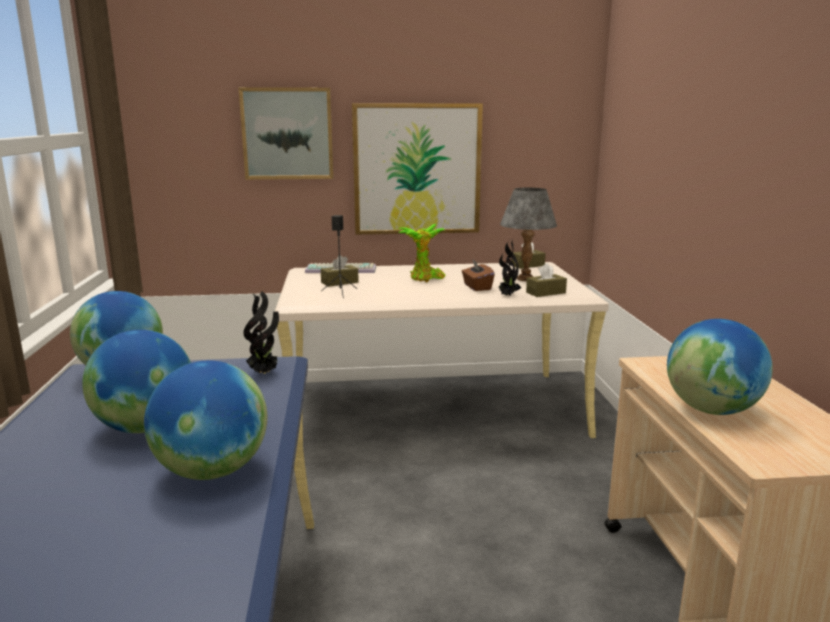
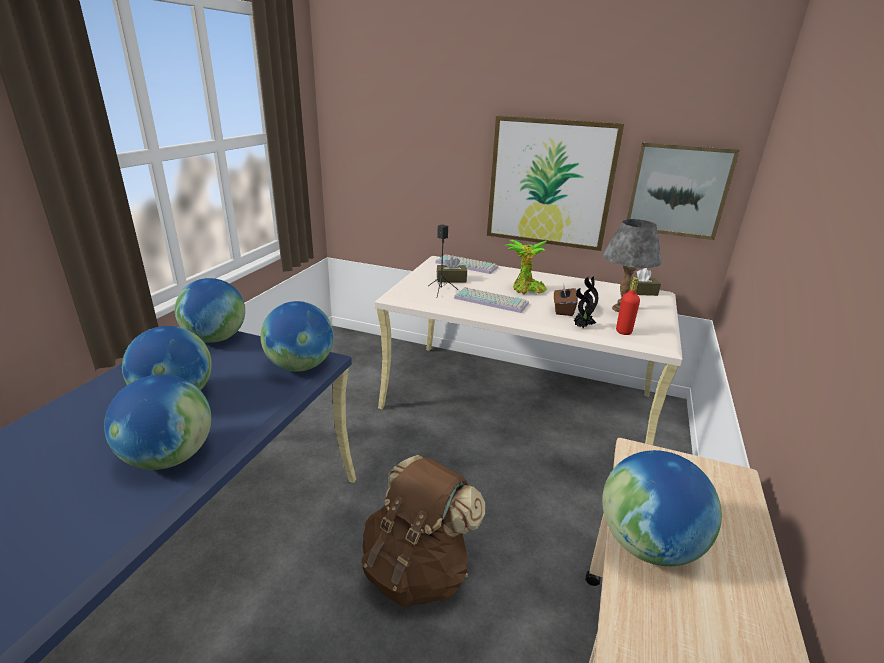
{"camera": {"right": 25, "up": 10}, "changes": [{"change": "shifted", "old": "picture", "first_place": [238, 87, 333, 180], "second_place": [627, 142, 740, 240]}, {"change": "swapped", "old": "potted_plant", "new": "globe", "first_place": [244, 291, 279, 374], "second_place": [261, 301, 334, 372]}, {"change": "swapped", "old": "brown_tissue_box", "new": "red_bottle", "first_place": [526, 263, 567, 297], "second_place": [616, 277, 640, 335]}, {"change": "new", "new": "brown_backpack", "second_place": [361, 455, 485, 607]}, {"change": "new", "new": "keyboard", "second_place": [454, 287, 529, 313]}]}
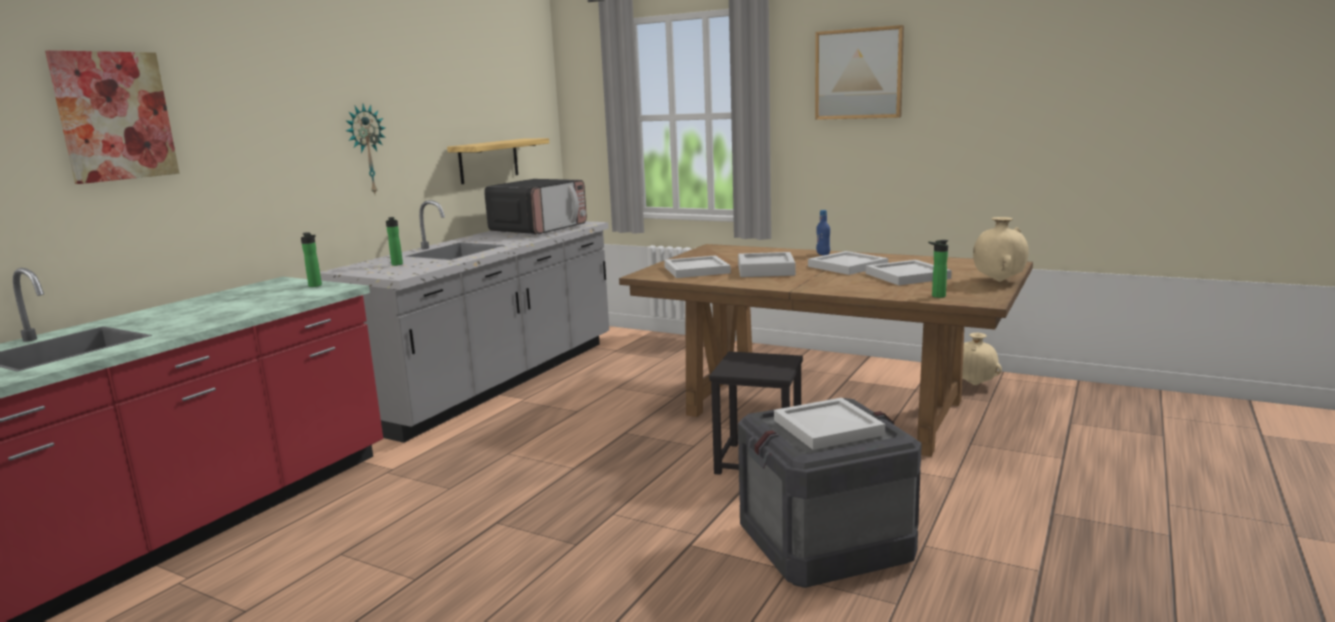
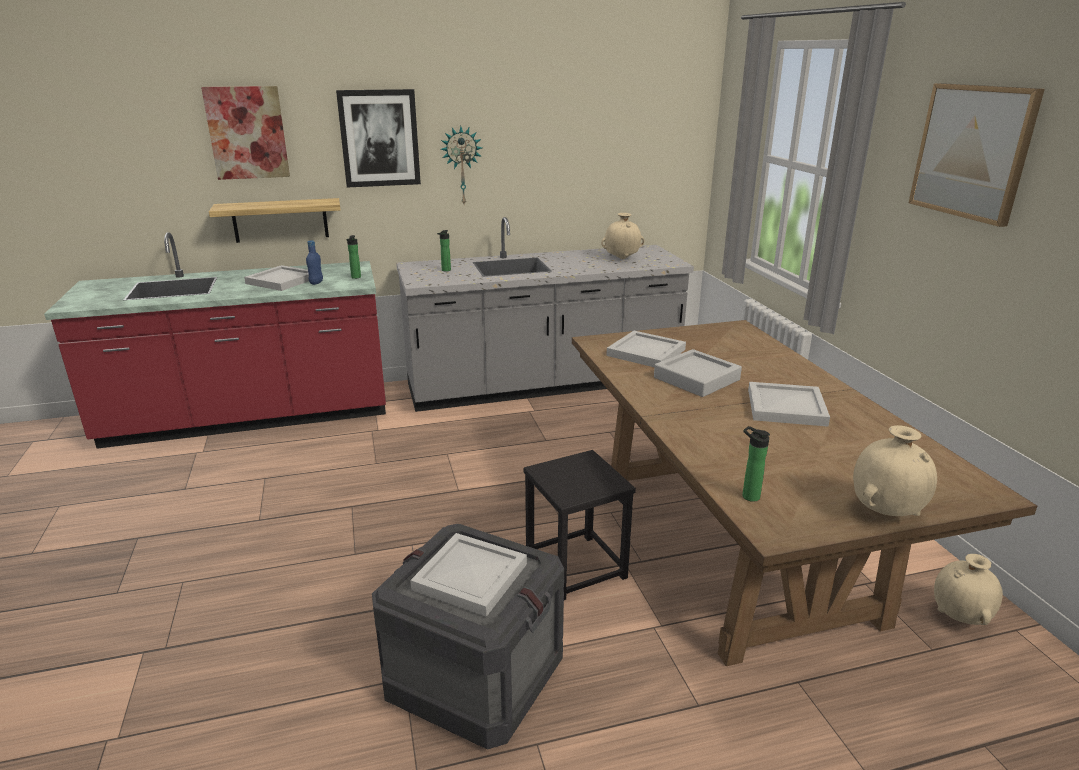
{"camera": {"right": 45, "up": 10}, "changes": [{"change": "shifted", "old": "shelf", "first_place": [447, 138, 549, 184], "second_place": [209, 198, 340, 243]}, {"change": "swapped", "old": "microwave", "new": "beige_vase", "first_place": [484, 179, 587, 235], "second_place": [601, 213, 644, 259]}, {"change": "shifted", "old": "blue_bottle", "first_place": [816, 210, 830, 255], "second_place": [306, 240, 323, 285]}, {"change": "shifted", "old": "white_tray", "first_place": [866, 260, 952, 285], "second_place": [244, 265, 309, 291]}, {"change": "new", "new": "picture", "second_place": [336, 89, 421, 188]}]}
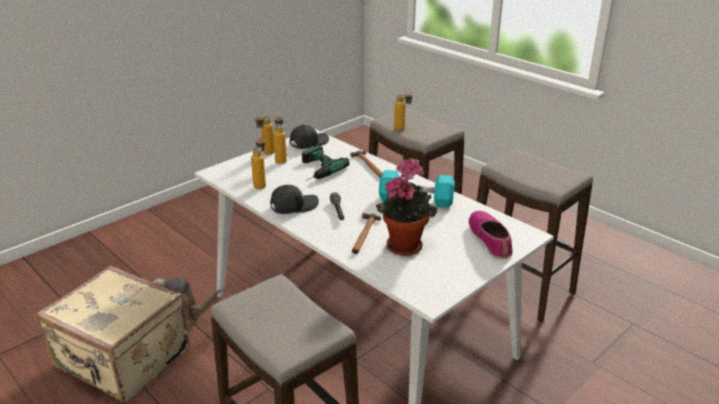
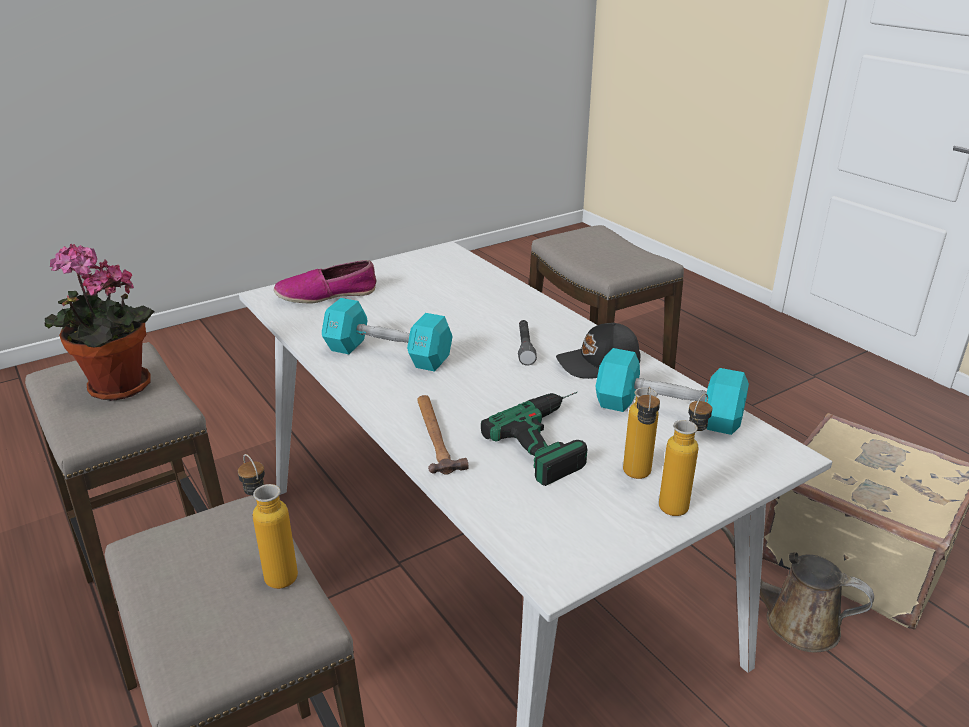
{"camera": {"right": -170, "up": 0}, "changes": [{"change": "swapped", "old": "bottle", "new": "turquoise_dumbbell", "first_place": [251, 135, 266, 189], "second_place": [595, 348, 749, 435]}, {"change": "gone", "old": "black_cap", "first_place": [290, 125, 329, 149]}, {"change": "gone", "old": "hammer", "first_place": [352, 213, 381, 254]}, {"change": "shifted", "old": "potted_plant", "first_place": [376, 158, 437, 256], "second_place": [45, 244, 155, 401]}, {"change": "rotated", "old": "shoe", "first_place": [469, 211, 513, 259], "second_place": [274, 260, 376, 304], "degrees": 75}]}
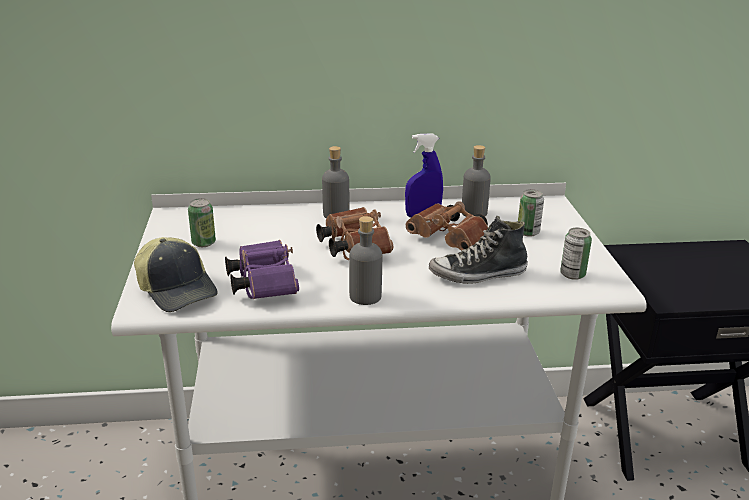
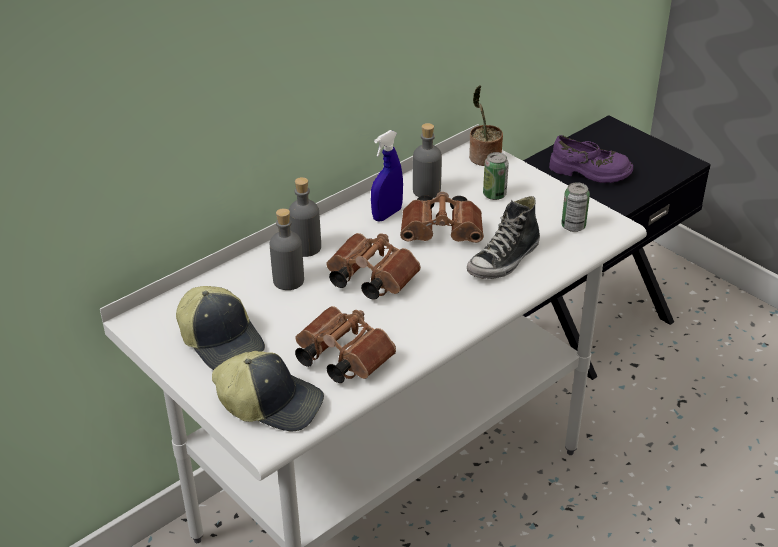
{"camera": {"right": -35, "up": 10}, "changes": [{"change": "swapped", "old": "can", "new": "cap", "first_place": [188, 198, 216, 247], "second_place": [176, 286, 265, 370]}, {"change": "repainted", "old": "purple_binoculars", "new": "brown_binoculars", "first_place": [225, 240, 299, 299], "second_place": [295, 306, 396, 383]}, {"change": "shifted", "old": "grey_bottle", "first_place": [349, 216, 382, 305], "second_place": [269, 208, 304, 290]}, {"change": "new", "new": "potted_plant", "second_place": [469, 85, 503, 166]}, {"change": "new", "new": "purple_shoe", "second_place": [549, 135, 633, 183]}]}
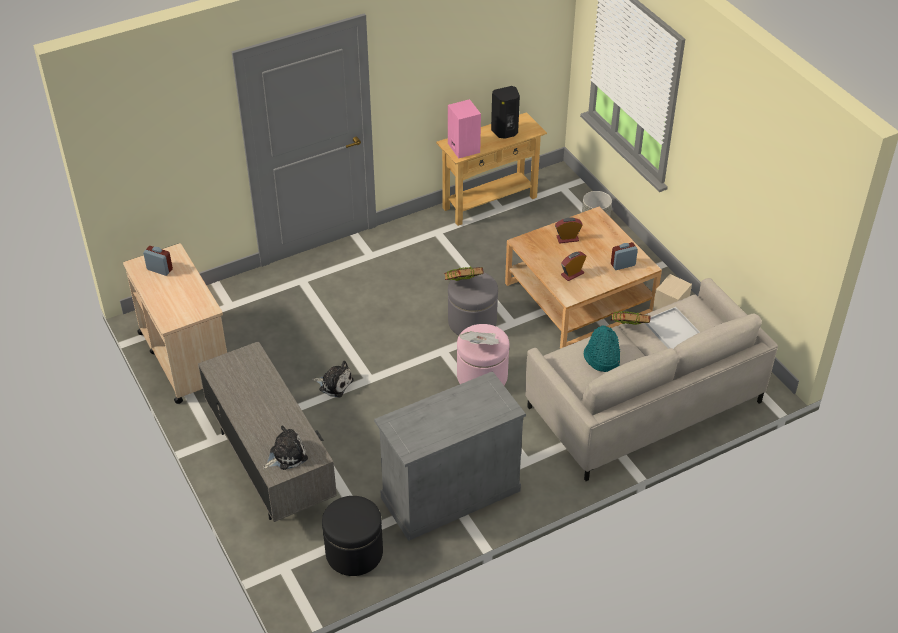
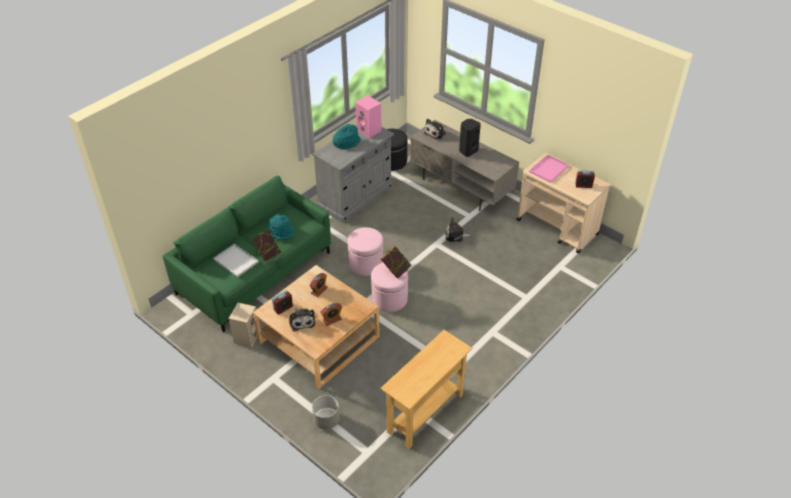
{"camera": {"right": 160, "up": 0}, "changes": [{"change": "shifted", "old": "pink_speaker", "first_place": [448, 99, 481, 158], "second_place": [355, 96, 382, 138]}, {"change": "repainted", "old": "grey_ottoman", "new": "pink_ottoman", "first_place": [448, 273, 498, 335], "second_place": [371, 263, 408, 312]}, {"change": "gone", "old": "newspaper", "first_place": [459, 331, 500, 345]}, {"change": "shifted", "old": "black_speaker", "first_place": [491, 86, 520, 139], "second_place": [459, 119, 481, 157]}, {"change": "repainted", "old": "beige_sofa", "new": "green_sofa", "first_place": [525, 278, 778, 481], "second_place": [162, 176, 331, 332]}, {"change": "new", "new": "plush_toy", "second_place": [289, 308, 315, 332]}, {"change": "new", "new": "turquoise_hat", "second_place": [333, 124, 361, 149]}, {"change": "new", "new": "pink_tray", "second_place": [529, 155, 569, 183]}]}
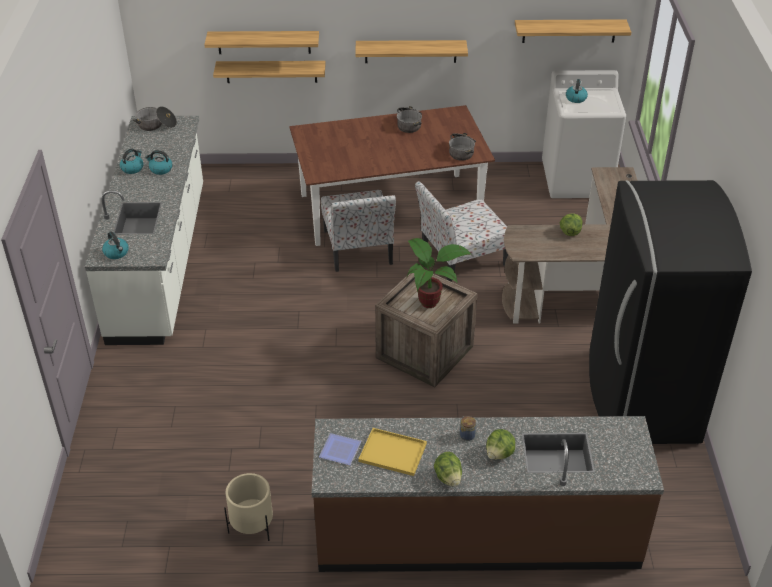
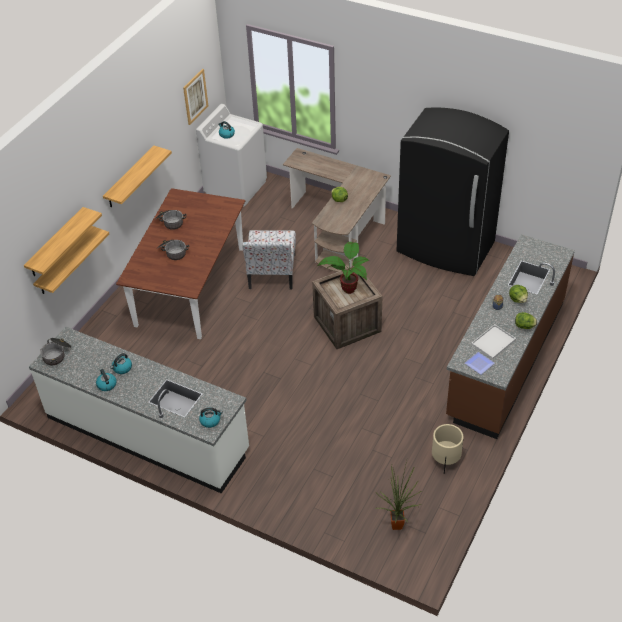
{"camera": {"right": -60, "up": 5}, "changes": [{"change": "gone", "old": "chair", "first_place": [321, 190, 396, 272]}, {"change": "repainted", "old": "yellow_tray", "new": "white_tray", "first_place": [358, 428, 427, 476], "second_place": [471, 324, 516, 359]}, {"change": "shifted", "old": "cooking_pot", "first_place": [449, 133, 476, 161], "second_place": [158, 240, 190, 260]}, {"change": "swapped", "old": "shelf", "new": "picture", "first_place": [515, 19, 631, 43], "second_place": [183, 69, 208, 125]}, {"change": "new", "new": "potted_plant", "second_place": [375, 461, 421, 530]}]}
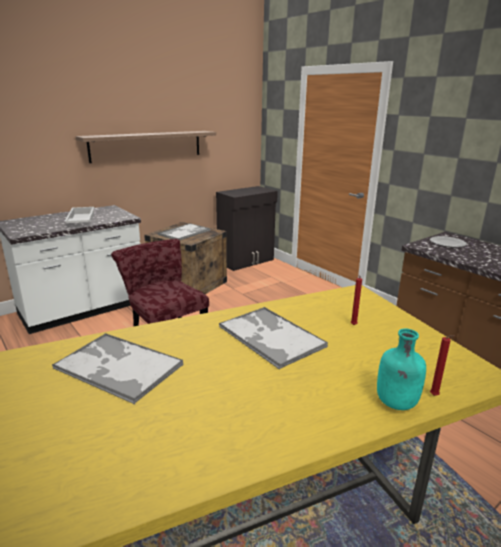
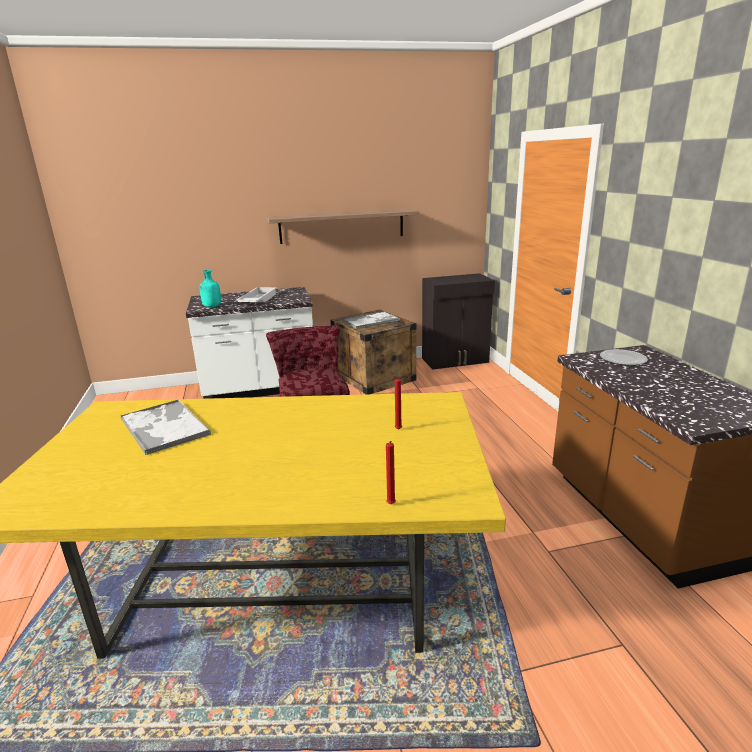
{"camera": {"right": 25, "up": 0}, "changes": [{"change": "gone", "old": "tray", "first_place": [219, 307, 328, 370]}, {"change": "shifted", "old": "turquoise_bottle", "first_place": [377, 329, 426, 410], "second_place": [199, 270, 221, 308]}]}
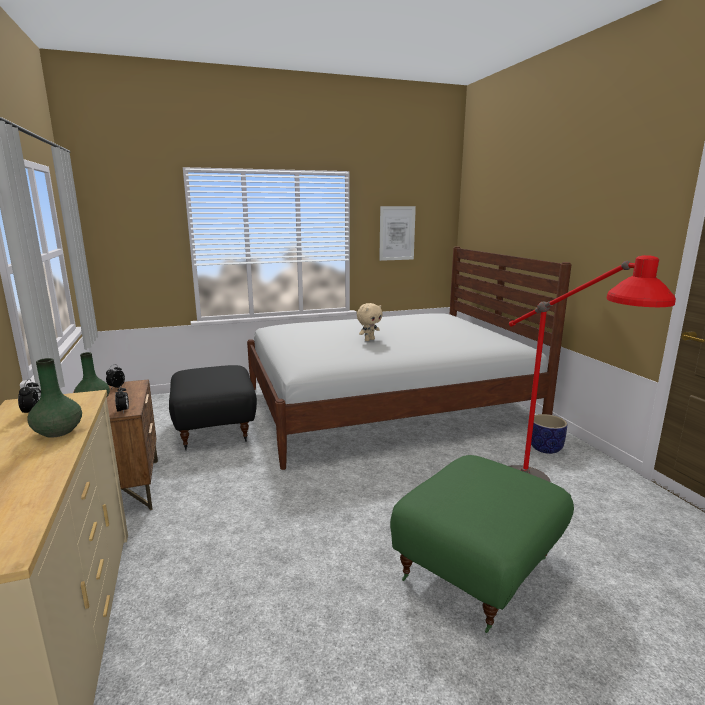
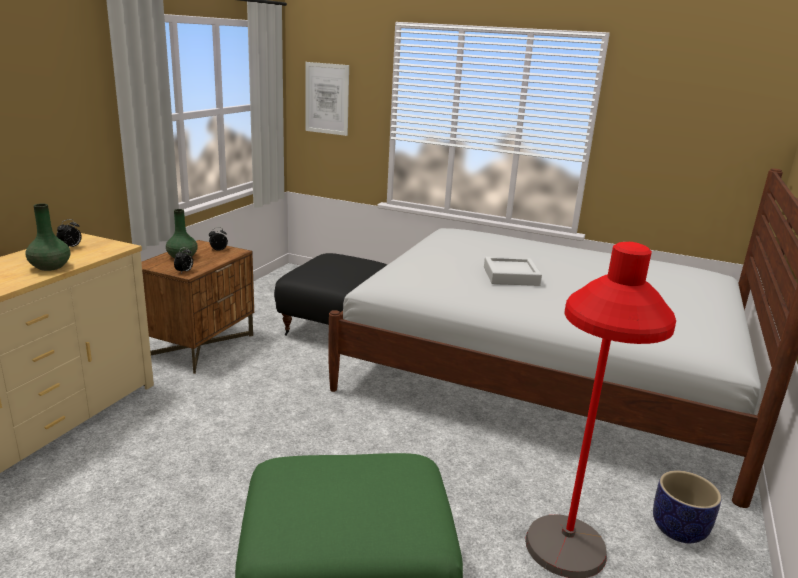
{"camera": {"right": 40, "up": 5}, "changes": [{"change": "swapped", "old": "beige_plush_toy", "new": "grey_tray", "first_place": [357, 303, 383, 341], "second_place": [484, 257, 542, 286]}, {"change": "shifted", "old": "picture", "first_place": [379, 206, 416, 261], "second_place": [305, 62, 349, 136]}]}
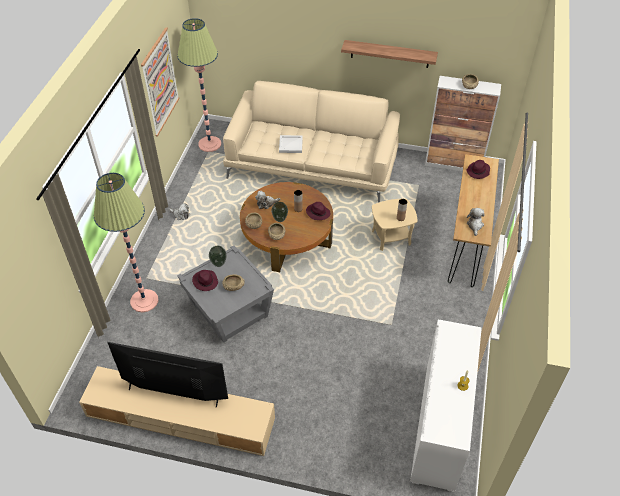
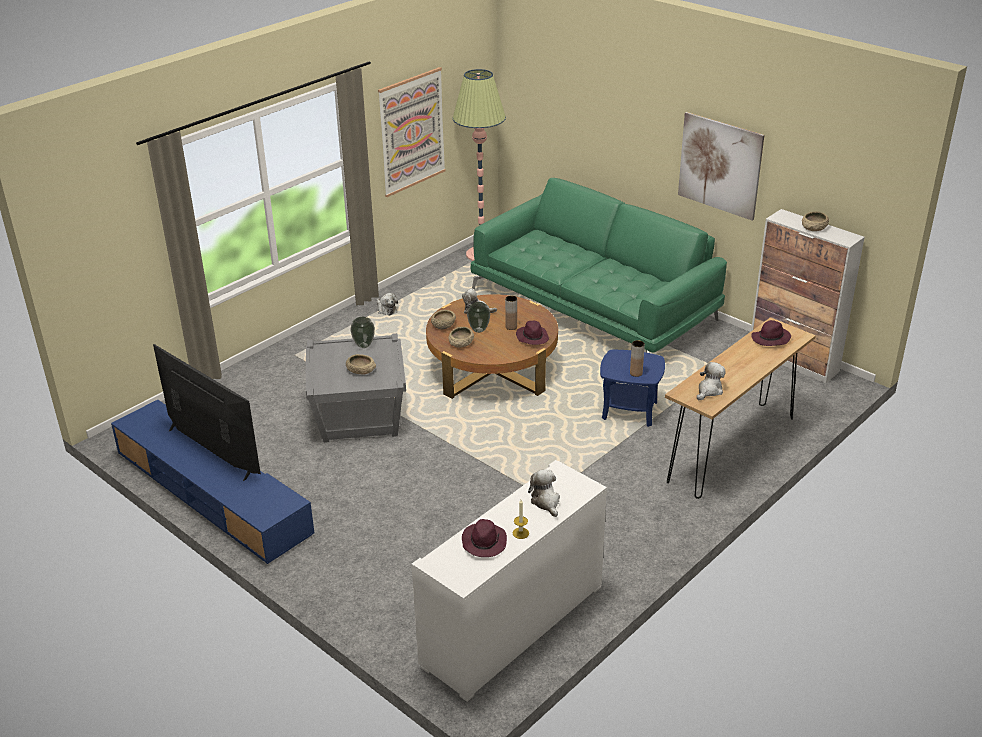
{"camera": {"right": 30, "up": -15}, "changes": [{"change": "repainted", "old": "beige_tv_stand", "new": "blue_tv_stand", "first_place": [79, 366, 275, 456], "second_place": [111, 400, 314, 565]}, {"change": "gone", "old": "floor_lamp", "first_place": [94, 173, 158, 312]}, {"change": "shifted", "old": "purple_hat", "first_place": [192, 270, 218, 291], "second_place": [462, 519, 507, 557]}, {"change": "repainted", "old": "beige_sofa", "new": "green_sofa", "first_place": [223, 81, 400, 202], "second_place": [471, 178, 727, 353]}, {"change": "gone", "old": "white_tray", "first_place": [279, 135, 303, 153]}, {"change": "swapped", "old": "shelf", "new": "picture", "first_place": [341, 40, 438, 68], "second_place": [678, 112, 764, 221]}, {"change": "repainted", "old": "beige_side_table", "new": "blue_side_table", "first_place": [372, 199, 418, 251], "second_place": [600, 350, 665, 427]}, {"change": "new", "new": "plush_toy", "second_place": [528, 469, 560, 517]}]}
